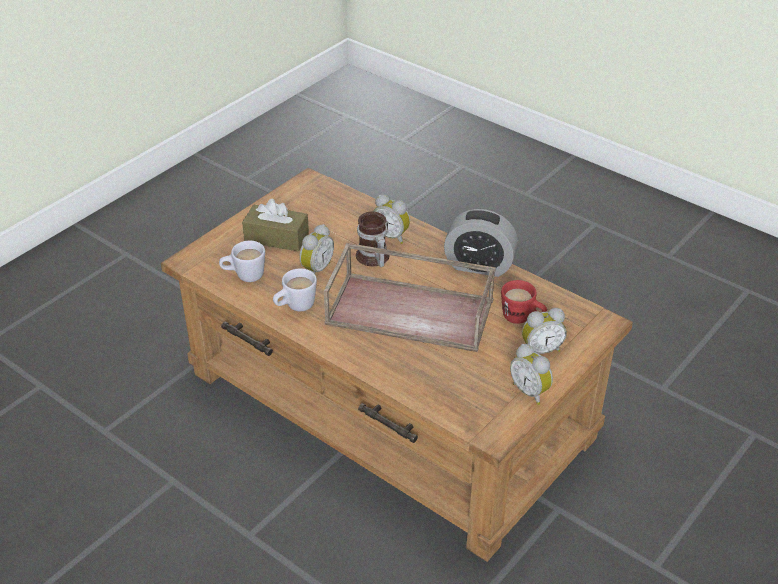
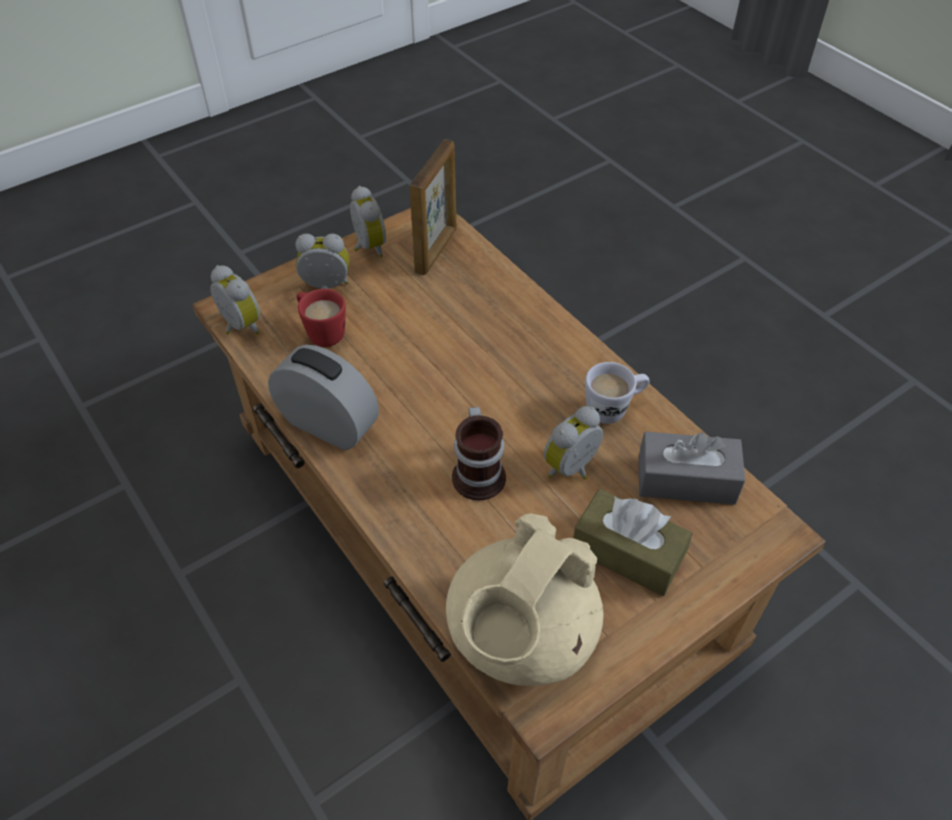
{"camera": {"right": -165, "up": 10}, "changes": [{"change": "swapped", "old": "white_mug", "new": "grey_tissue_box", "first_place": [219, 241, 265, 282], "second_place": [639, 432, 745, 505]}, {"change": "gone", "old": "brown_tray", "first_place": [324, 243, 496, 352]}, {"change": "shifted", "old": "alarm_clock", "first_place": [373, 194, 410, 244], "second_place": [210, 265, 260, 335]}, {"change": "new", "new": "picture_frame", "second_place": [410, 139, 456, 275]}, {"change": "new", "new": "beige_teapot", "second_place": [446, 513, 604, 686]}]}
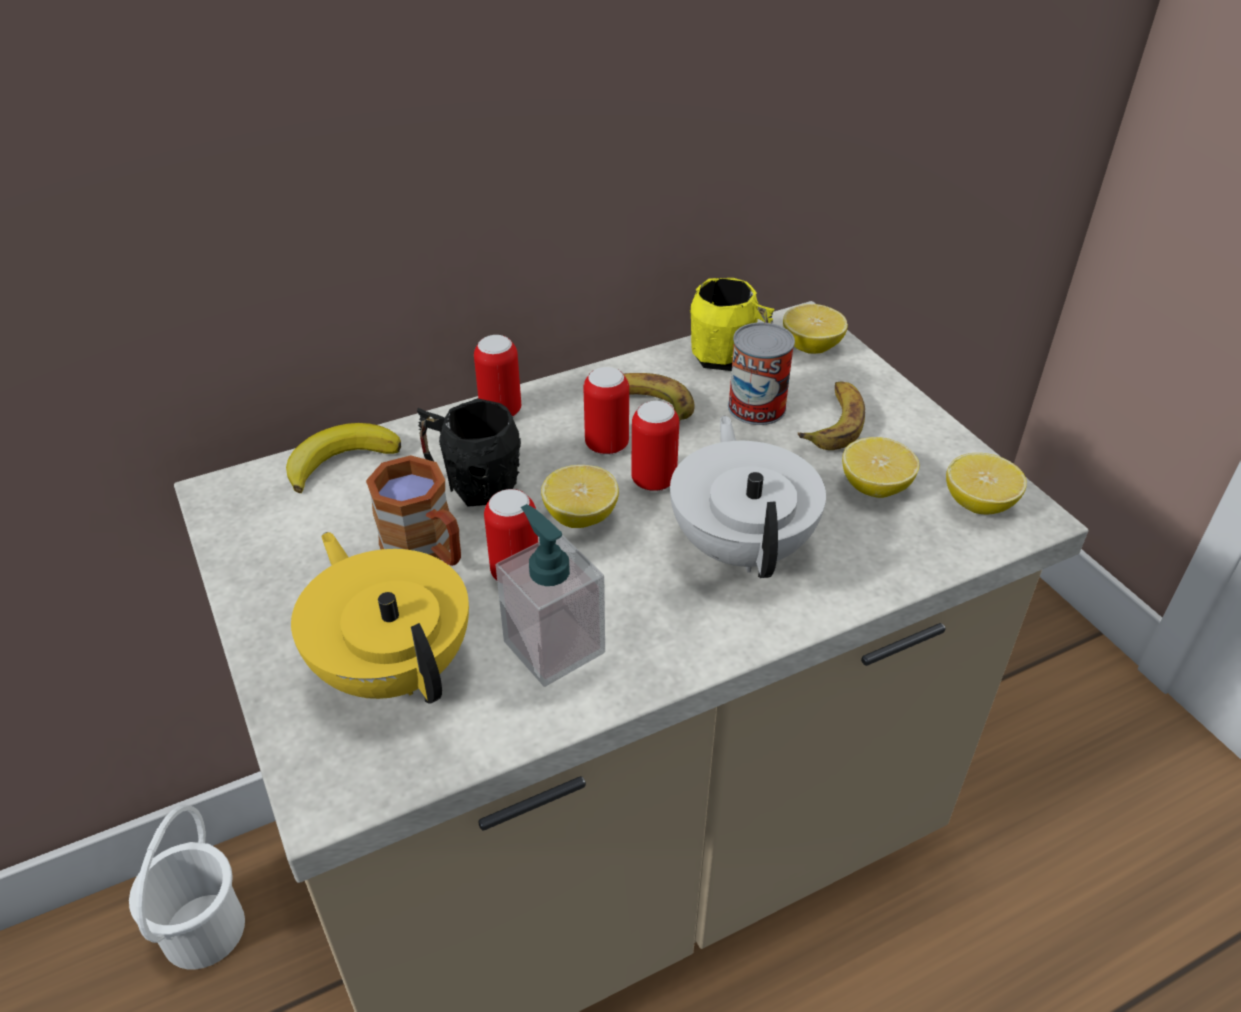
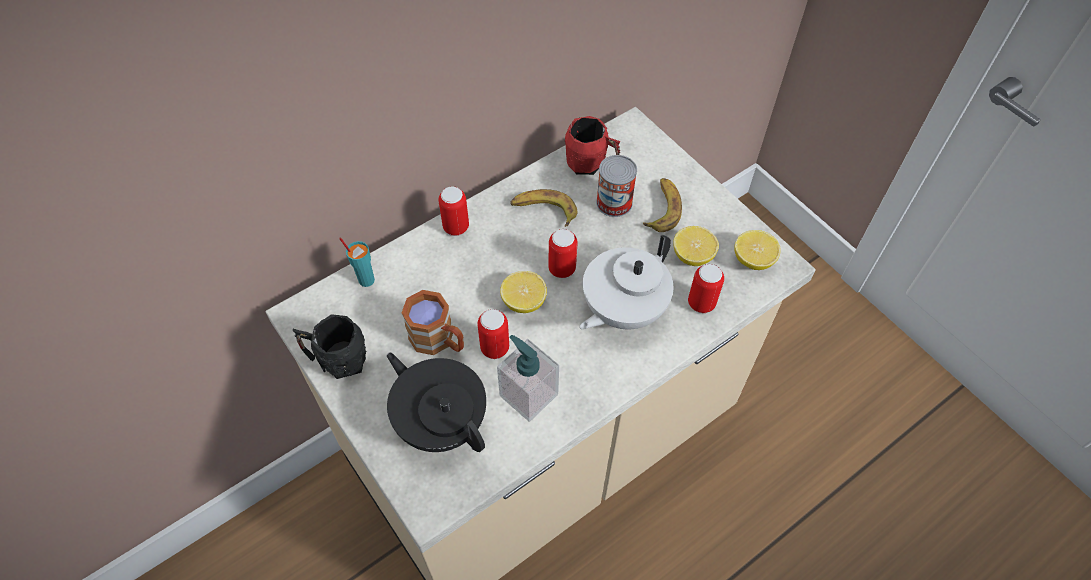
{"camera": {"right": -10, "up": 15}, "changes": [{"change": "gone", "old": "white_bucket", "first_place": [129, 805, 245, 970]}, {"change": "swapped", "old": "banana", "new": "turquoise_cup", "first_place": [286, 423, 401, 493], "second_place": [339, 237, 375, 287]}, {"change": "repainted", "old": "yellow_teapot", "new": "black_teapot", "first_place": [291, 532, 469, 704], "second_place": [387, 352, 486, 452]}, {"change": "shifted", "old": "black_mug", "first_place": [417, 398, 521, 507], "second_place": [293, 314, 366, 379]}, {"change": "shifted", "old": "can", "first_place": [583, 367, 629, 455], "second_place": [688, 264, 724, 313]}, {"change": "rotated", "old": "white_teapot", "first_place": [670, 416, 826, 578], "second_place": [579, 235, 673, 330], "degrees": -120}, {"change": "repainted", "old": "yellow_mug", "new": "red_mug", "first_place": [690, 278, 774, 371], "second_place": [565, 116, 620, 175]}, {"change": "gone", "old": "lemon", "first_place": [783, 304, 848, 354]}]}
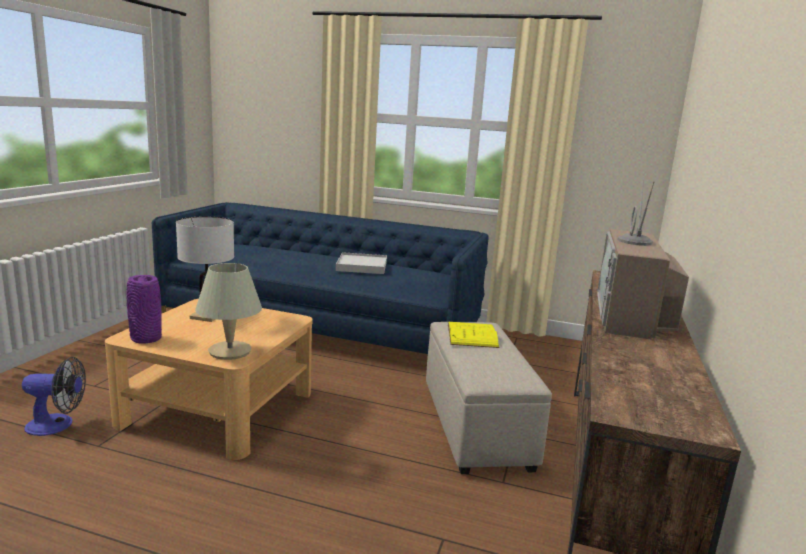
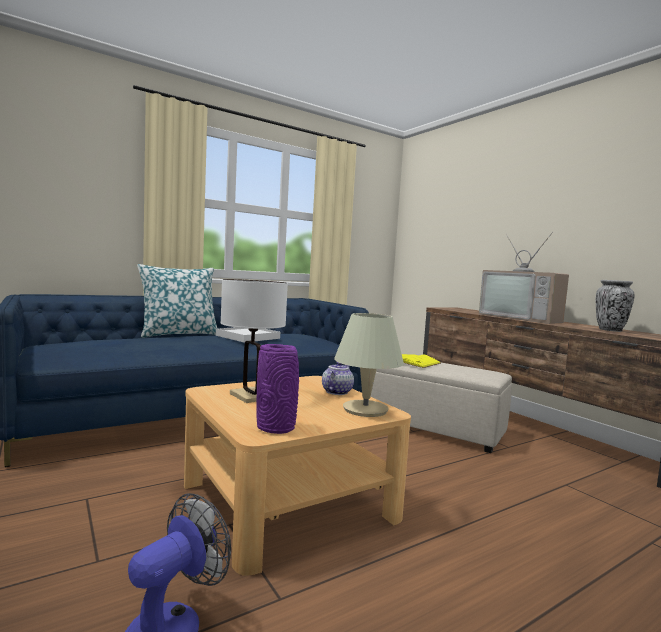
{"camera": {"right": -50, "up": -10}, "changes": [{"change": "new", "new": "pillow", "second_place": [137, 264, 218, 338]}, {"change": "new", "new": "teapot", "second_place": [322, 362, 354, 395]}, {"change": "new", "new": "vase", "second_place": [596, 280, 635, 332]}]}
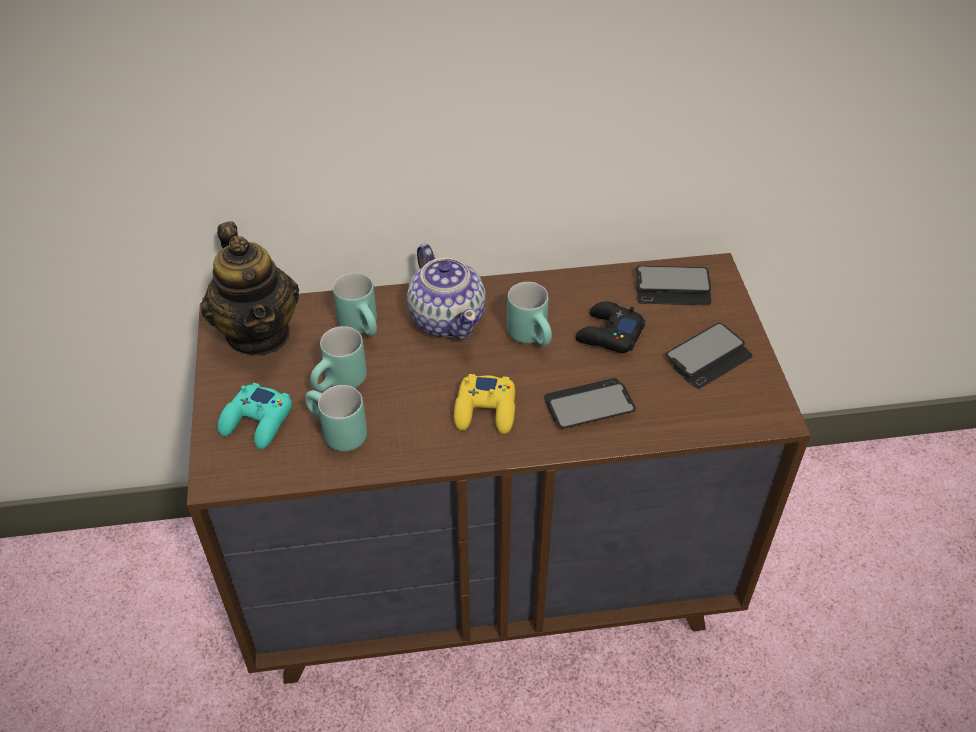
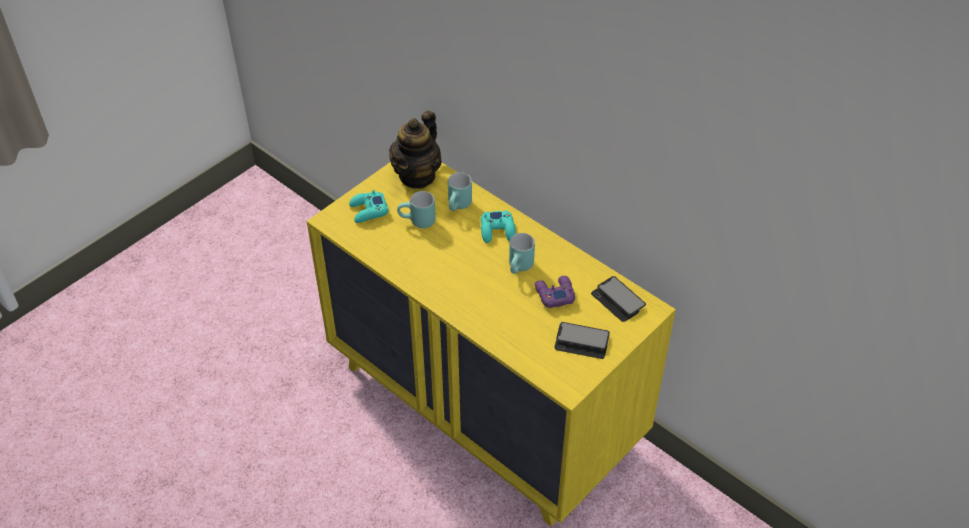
{"camera": {"right": 50, "up": 0}, "changes": [{"change": "repainted", "old": "brown_dresser", "new": "yellow_dresser", "first_place": [187, 253, 811, 684], "second_place": [306, 162, 676, 527]}, {"change": "gone", "old": "turquoise_mug", "first_place": [305, 385, 367, 452]}, {"change": "swapped", "old": "teapot", "new": "turquoise_game_controller", "first_place": [407, 244, 486, 339], "second_place": [481, 210, 516, 243]}, {"change": "gone", "old": "yellow_game_controller", "first_place": [454, 374, 515, 434]}, {"change": "gone", "old": "phone", "first_place": [544, 378, 636, 429]}, {"change": "repainted", "old": "black_game_controller", "new": "purple_game_controller", "first_place": [575, 301, 646, 353], "second_place": [534, 276, 575, 308]}]}
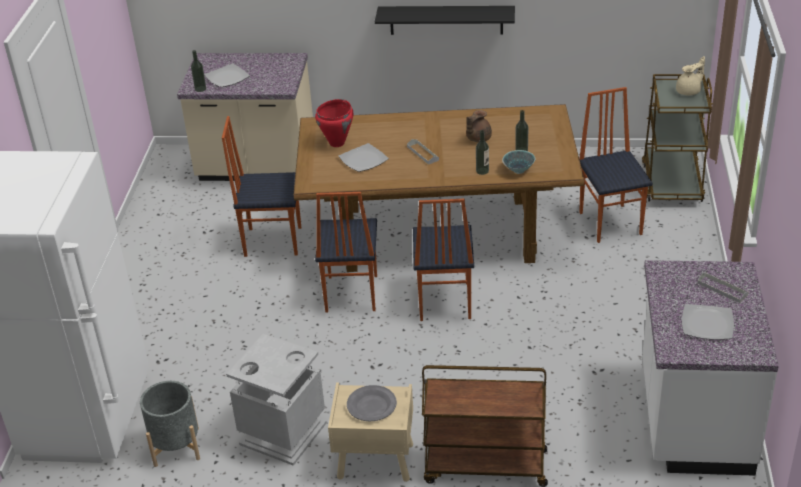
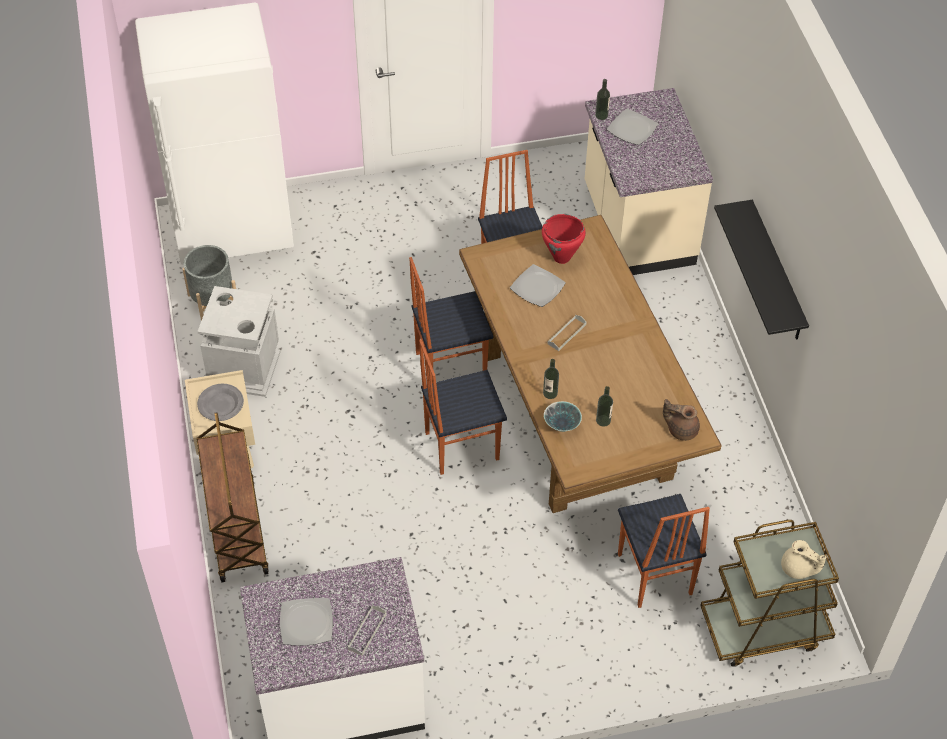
{"camera": {"right": 70, "up": 15}, "changes": [{"change": "shifted", "old": "brown_teapot", "first_place": [466, 110, 492, 142], "second_place": [663, 399, 700, 441]}, {"change": "rotated", "old": "chair", "first_place": [579, 87, 653, 243], "second_place": [618, 494, 710, 608], "degrees": 105}]}
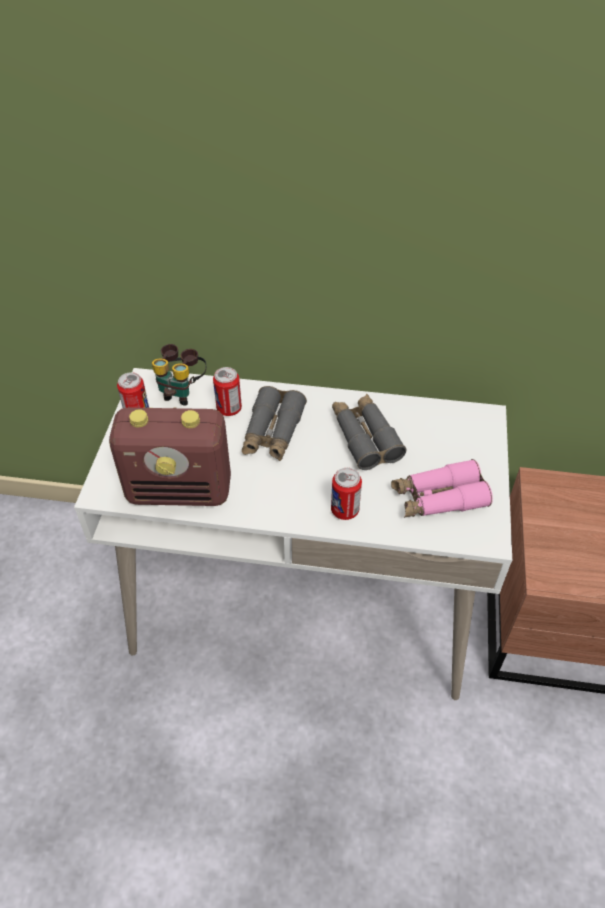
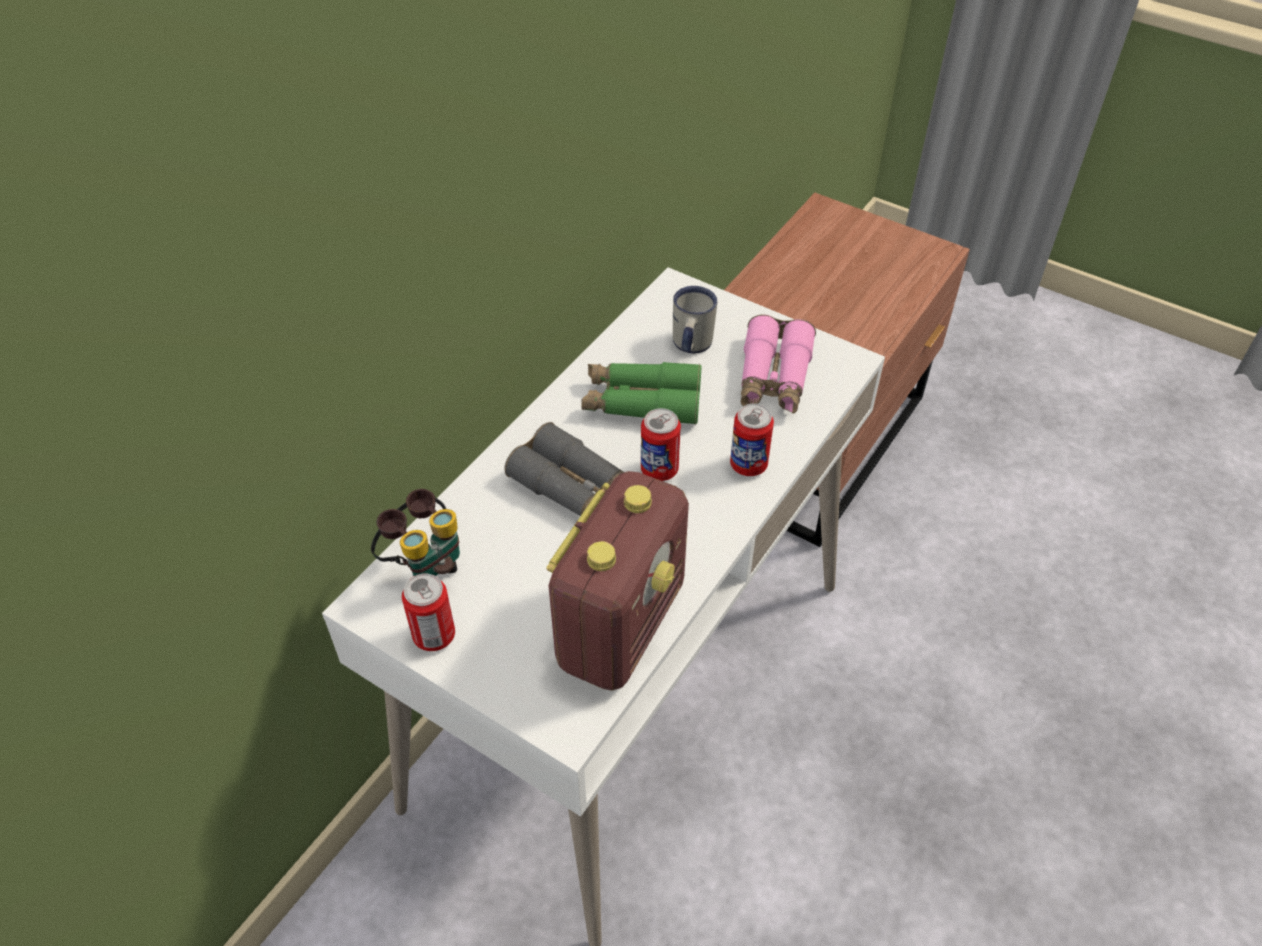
{"camera": {"right": -65, "up": 0}, "changes": [{"change": "shifted", "old": "can", "first_place": [213, 367, 242, 416], "second_place": [641, 408, 681, 481]}, {"change": "repainted", "old": "grey_binoculars", "new": "green_binoculars", "first_place": [332, 394, 407, 470], "second_place": [581, 362, 702, 424]}, {"change": "new", "new": "white_mug", "second_place": [673, 286, 717, 353]}]}
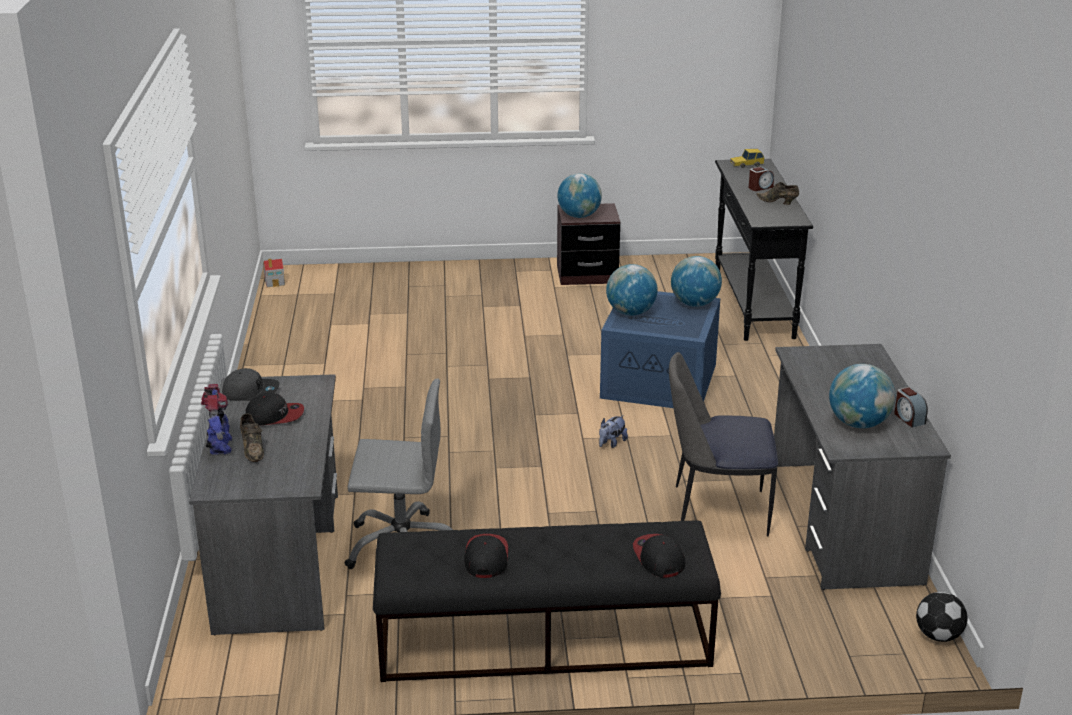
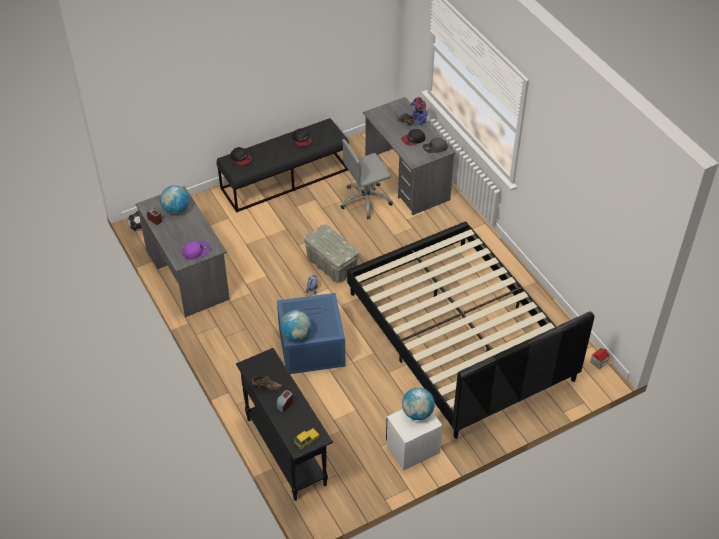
{"camera": {"right": 155, "up": 20}, "changes": [{"change": "repainted", "old": "brown_nightstand", "new": "white_nightstand", "first_place": [557, 203, 620, 285], "second_place": [386, 409, 442, 471]}, {"change": "gone", "old": "globe", "first_place": [606, 264, 658, 316]}, {"change": "gone", "old": "chair", "first_place": [669, 352, 778, 536]}, {"change": "new", "new": "purple_cap", "second_place": [183, 241, 210, 259]}, {"change": "new", "new": "grey_storage_box", "second_place": [304, 224, 359, 283]}, {"change": "new", "new": "black_bed", "second_place": [347, 221, 595, 439]}]}
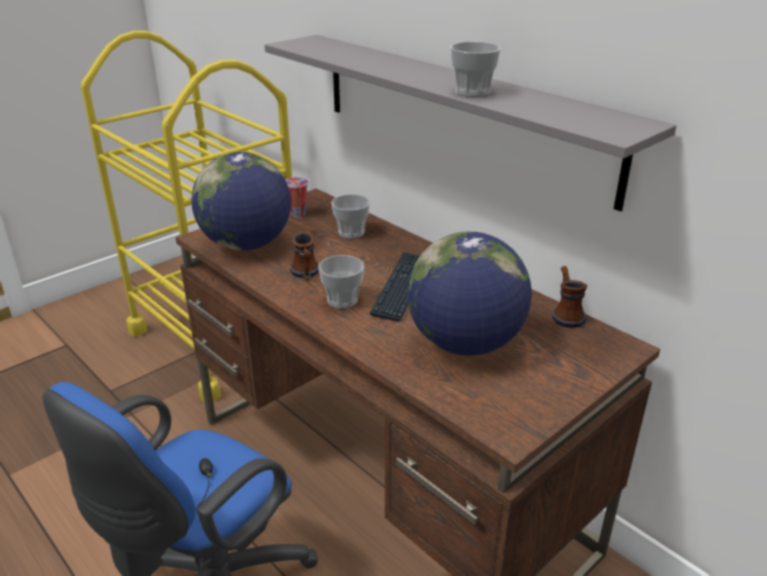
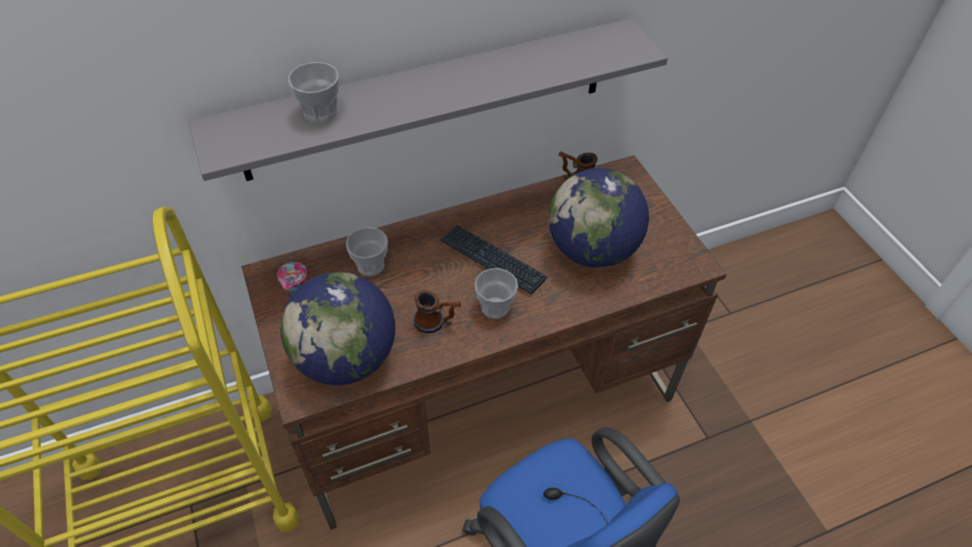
{"camera": {"right": -70, "up": 20}, "changes": [{"change": "shifted", "old": "cup", "first_place": [450, 42, 501, 97], "second_place": [288, 62, 339, 123]}]}
